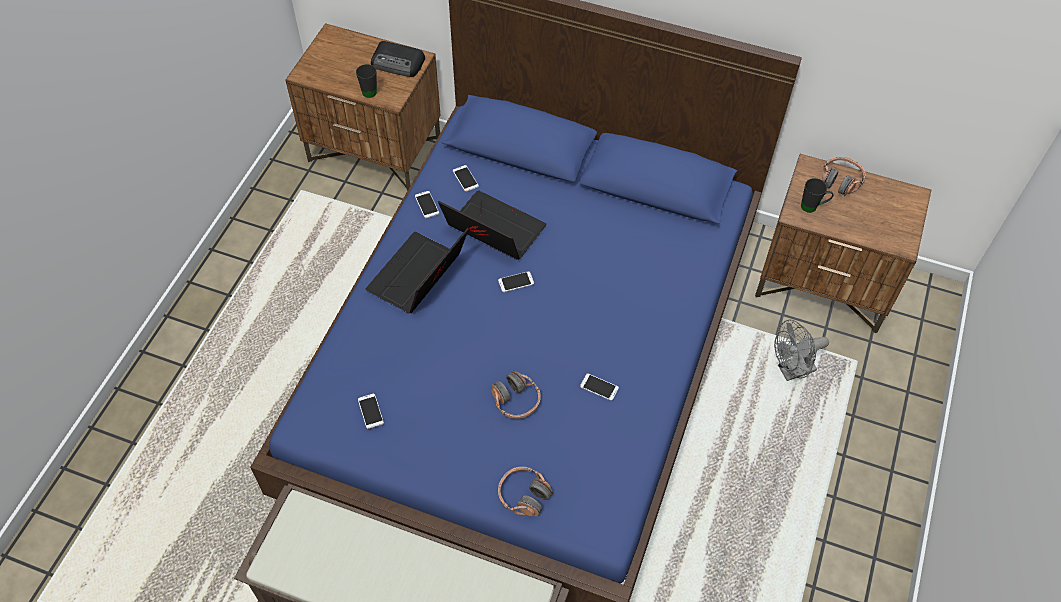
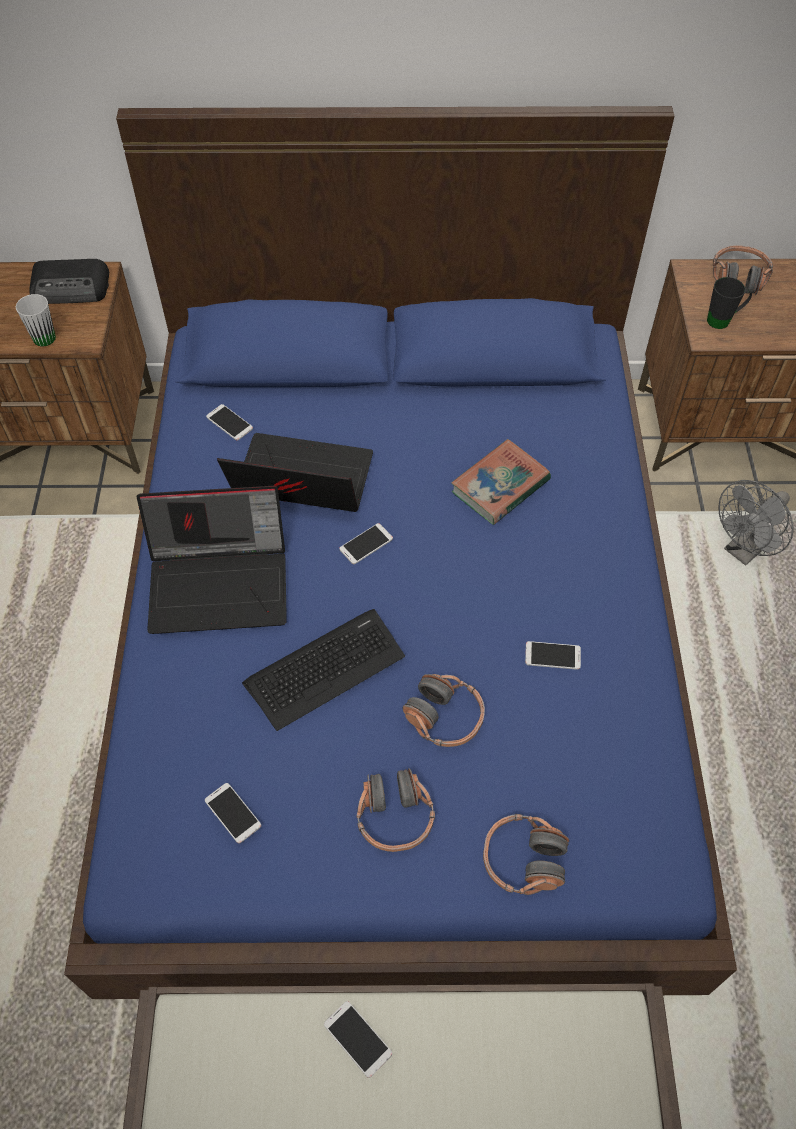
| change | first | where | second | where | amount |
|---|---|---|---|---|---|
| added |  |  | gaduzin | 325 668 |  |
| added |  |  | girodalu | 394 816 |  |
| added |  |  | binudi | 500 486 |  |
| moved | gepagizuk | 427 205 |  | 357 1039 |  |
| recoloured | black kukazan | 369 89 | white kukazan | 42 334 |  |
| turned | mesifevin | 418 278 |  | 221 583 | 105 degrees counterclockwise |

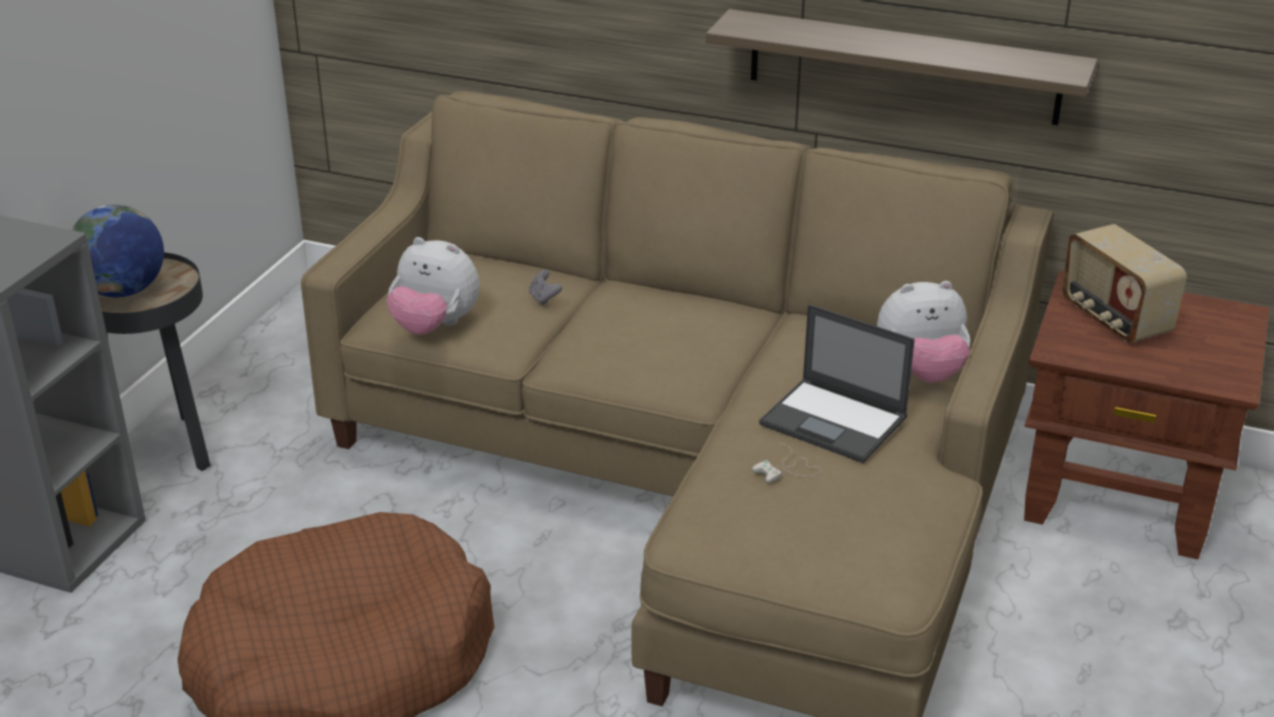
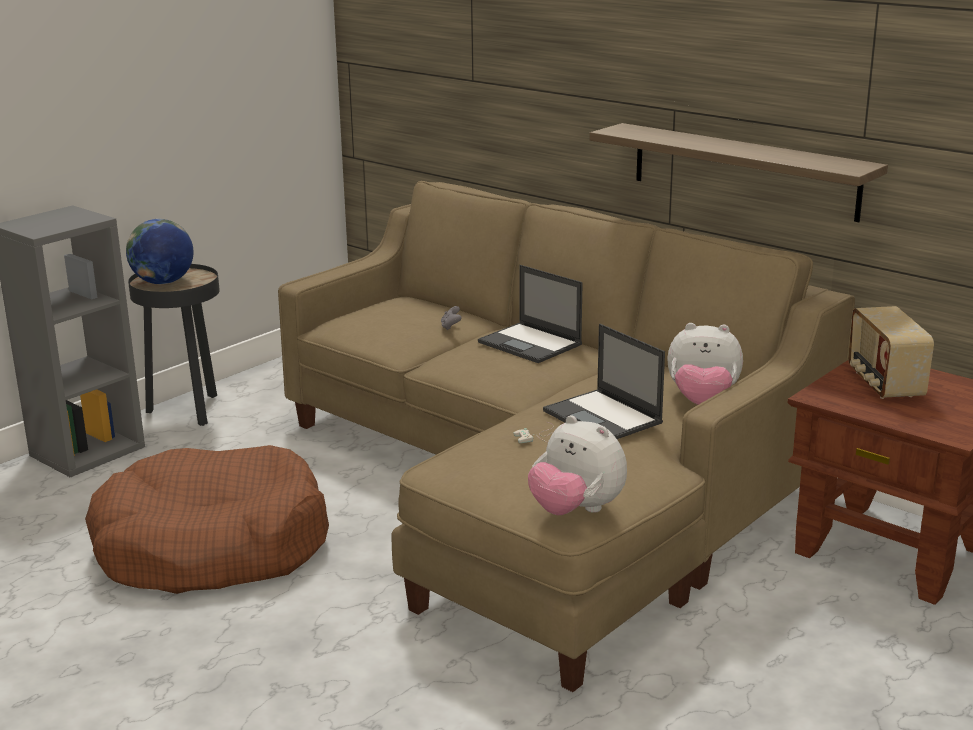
| change | first | where | second | where | amount |
|---|---|---|---|---|---|
| added |  |  | mesifevin | 531 344 |  |
| moved | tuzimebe | 435 326 |  | 576 510 |  |

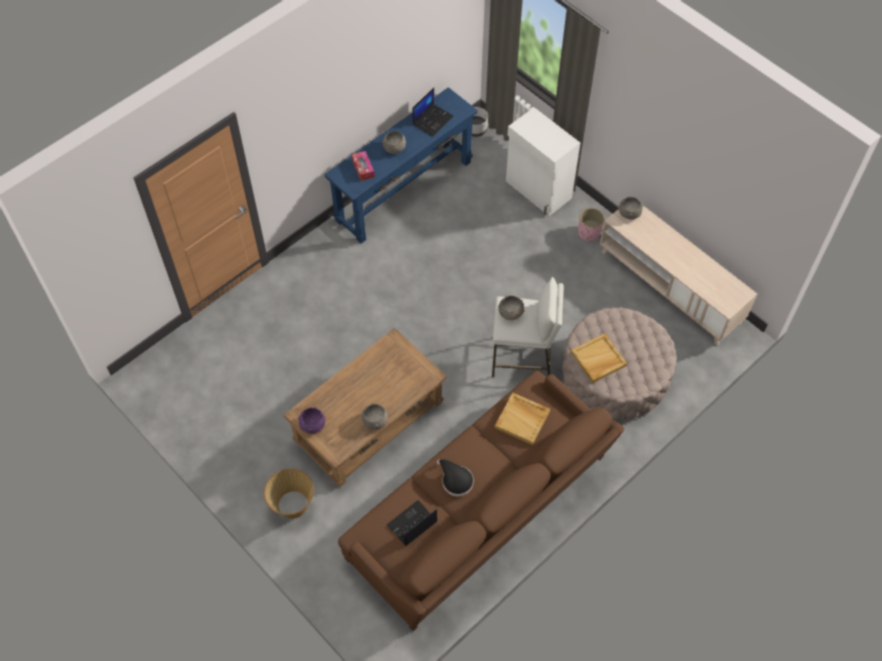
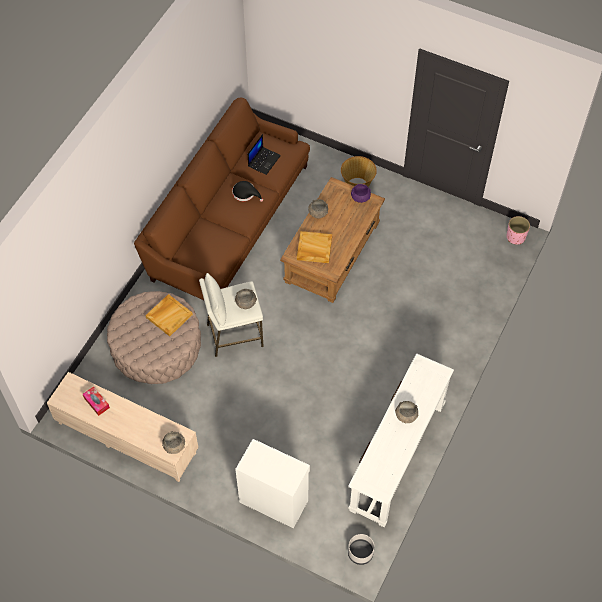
| change | first | where | second | where | amount |
|---|---|---|---|---|---|
| removed | mesifevin | 432 120 |  |  |  |
| moved | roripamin | 363 168 |  | 96 403 |  |
| moved | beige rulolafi | 522 419 |  | 314 248 |  |
| moved | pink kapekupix | 589 232 |  | 516 237 |  |
| recoloured | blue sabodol | 404 191 | white sabodol | 397 457 |  |

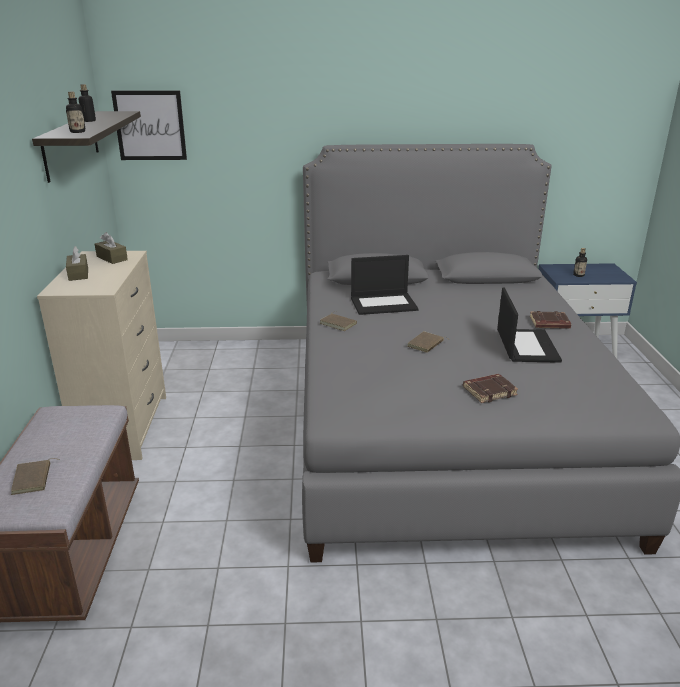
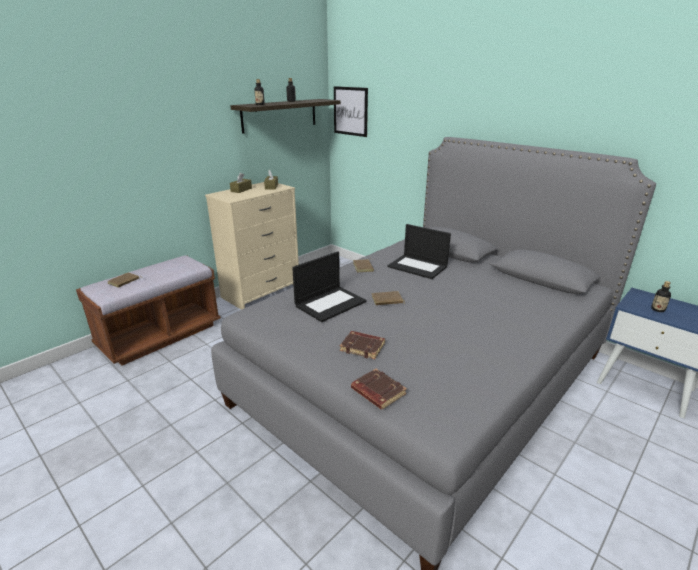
| change | first | where | second | where | amount |
|---|---|---|---|---|---|
| moved | mesifevin | 526 345 |  | 330 303 |  |
| moved | brown binudi | 549 323 |  | 377 392 |  |

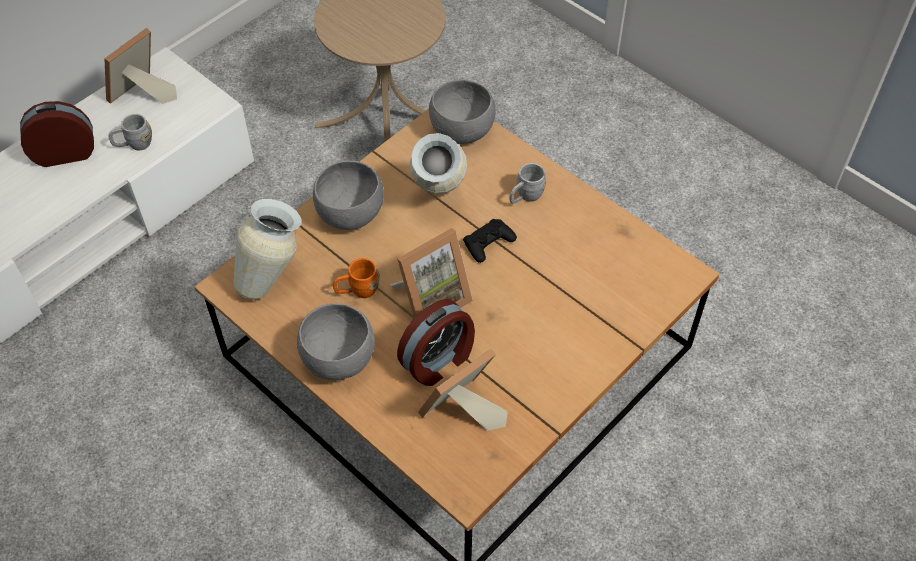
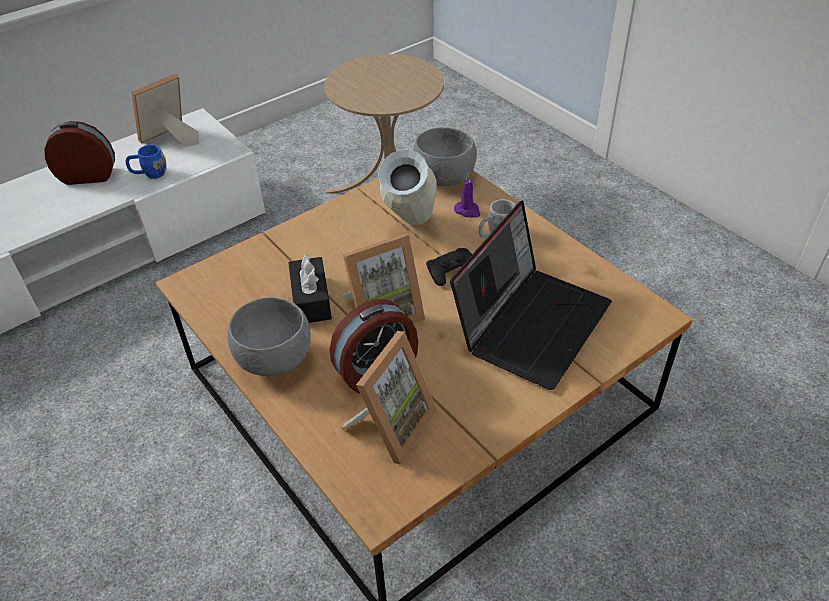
| change | first | where | second | where | amount |
|---|---|---|---|---|---|
| removed | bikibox | 274 279 |  |  |  |
| removed | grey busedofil | 350 214 |  |  |  |
| added |  |  | mesifevin | 531 322 |  |
| added |  |  | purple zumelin | 468 211 |  |
| replaced | orange kukazan | 357 290 | black roripamin | 311 300 |  |
| recoloured | grey kukazan | 134 144 | blue kukazan | 149 174 |  |
| turned | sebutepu | 462 413 |  | 391 426 | 150 degrees clockwise |

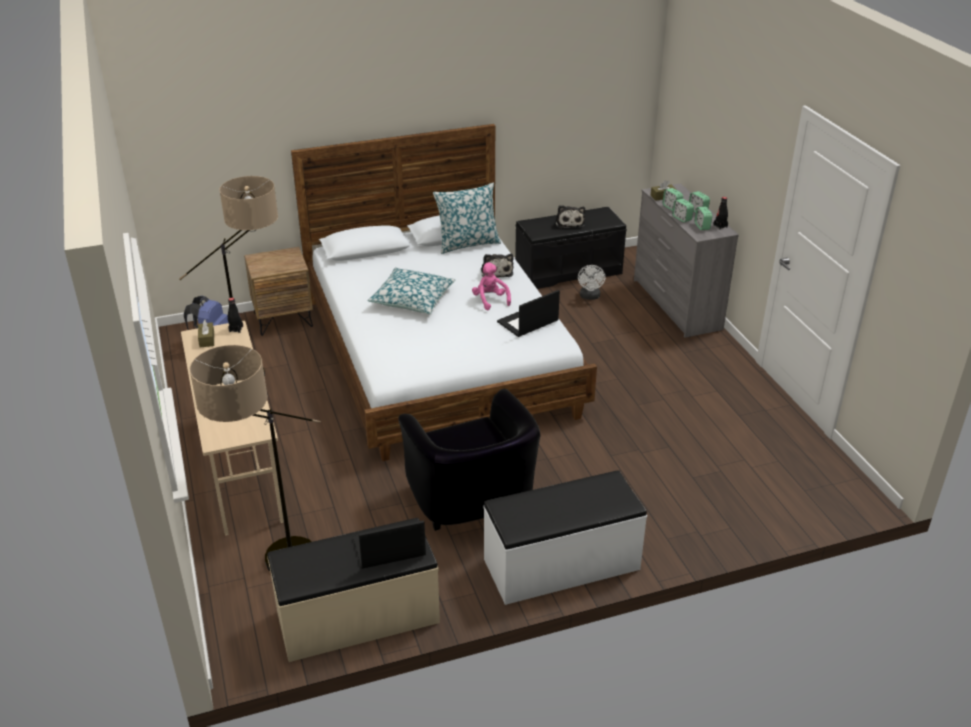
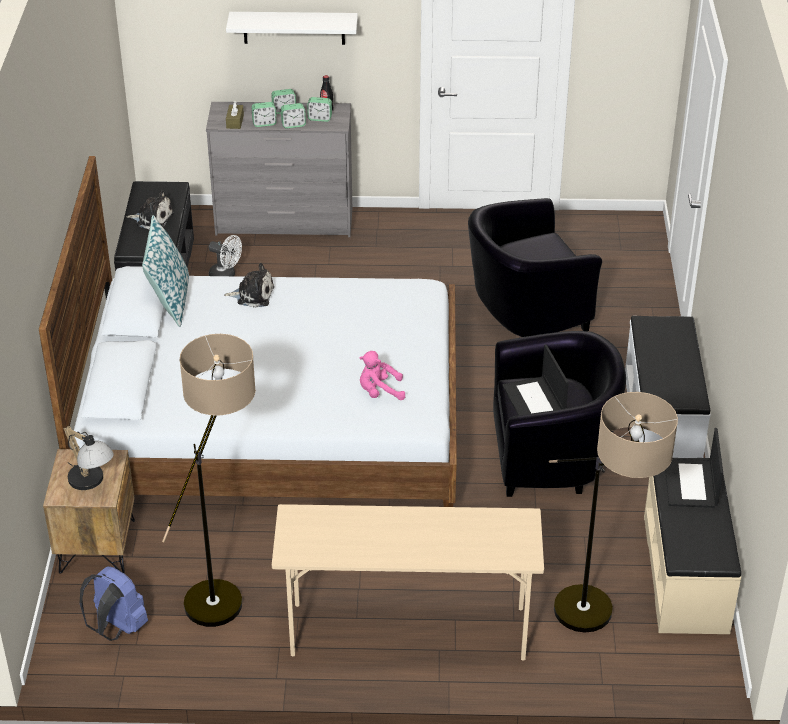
| change | first | where | second | where | amount |
|---|---|---|---|---|---|
| removed | brown roripamin | 207 339 |  |  |  |
| removed | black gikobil | 236 329 |  |  |  |
| removed | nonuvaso | 412 299 |  |  |  |
| added |  |  | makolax | 92 483 |  |
| added |  |  | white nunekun | 294 27 |  |
| added |  |  | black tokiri | 524 314 |  |
| moved | pink tuzimebe | 490 300 |  | 379 392 |  |
| moved | mesifevin | 527 322 |  | 534 401 |  |

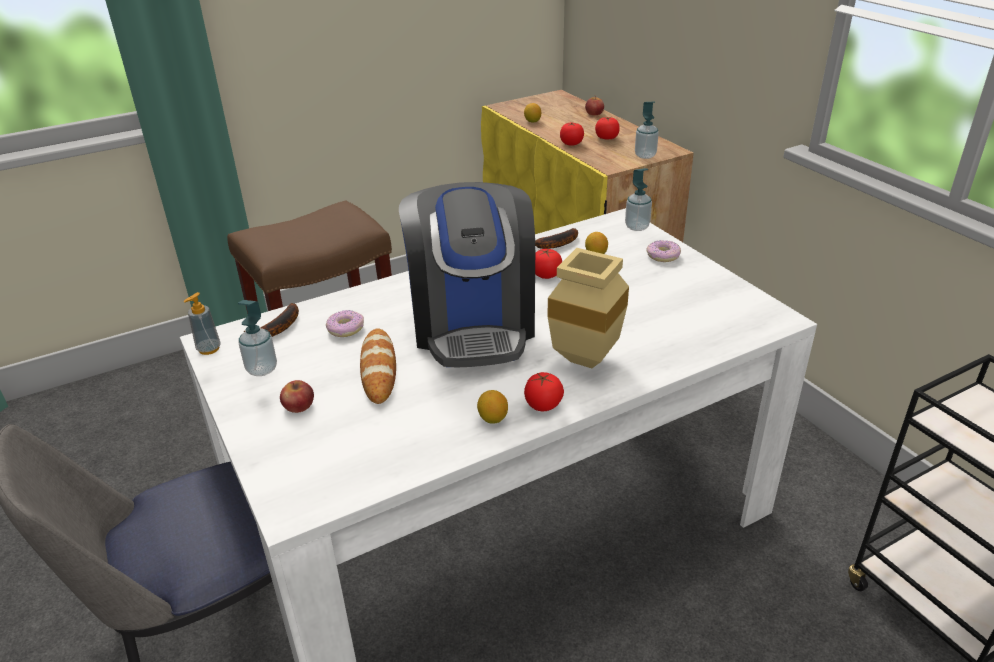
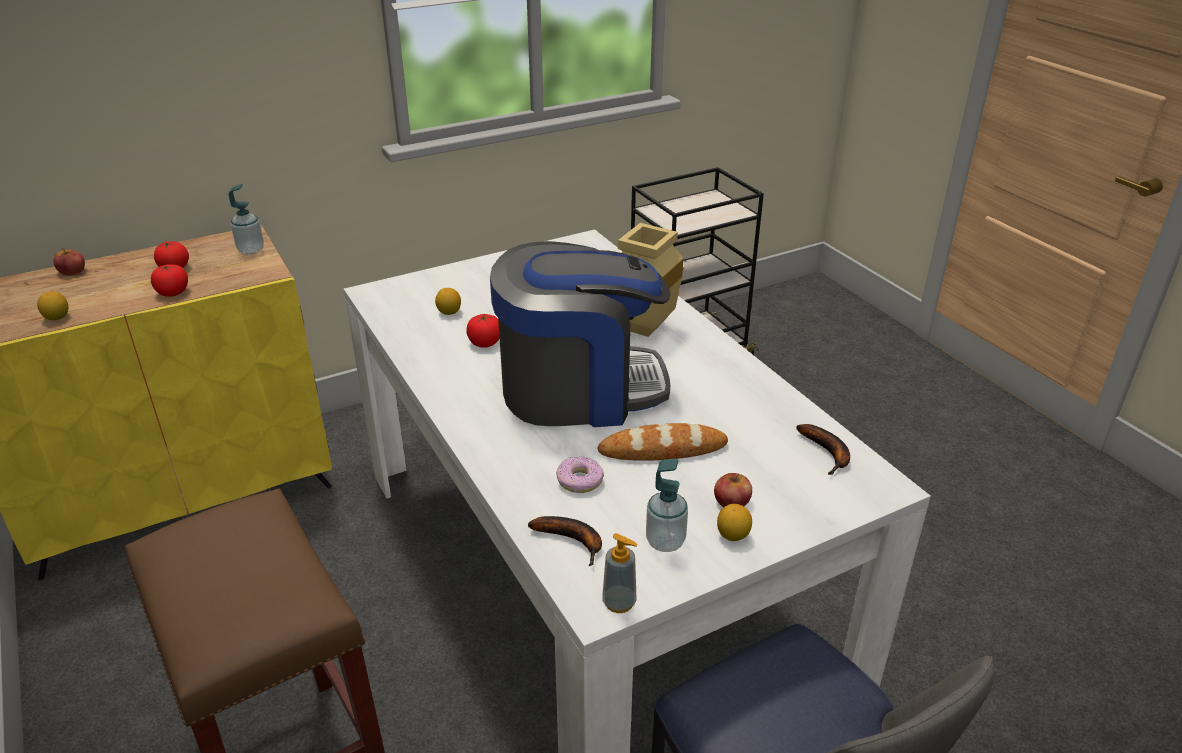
| change | first | where | second | where | amount |
|---|---|---|---|---|---|
| removed | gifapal | 543 405 |  |  |  |
| removed | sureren | 637 227 |  |  |  |
| removed | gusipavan | 663 256 |  |  |  |
| moved | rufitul | 492 419 |  | 733 535 |  |
| moved | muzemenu | 554 244 |  | 828 453 |  |

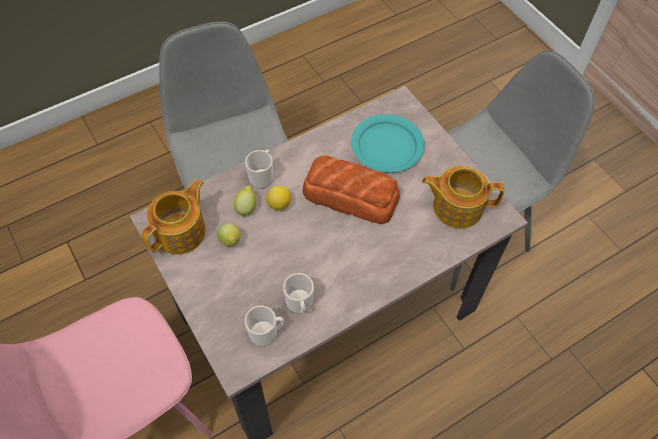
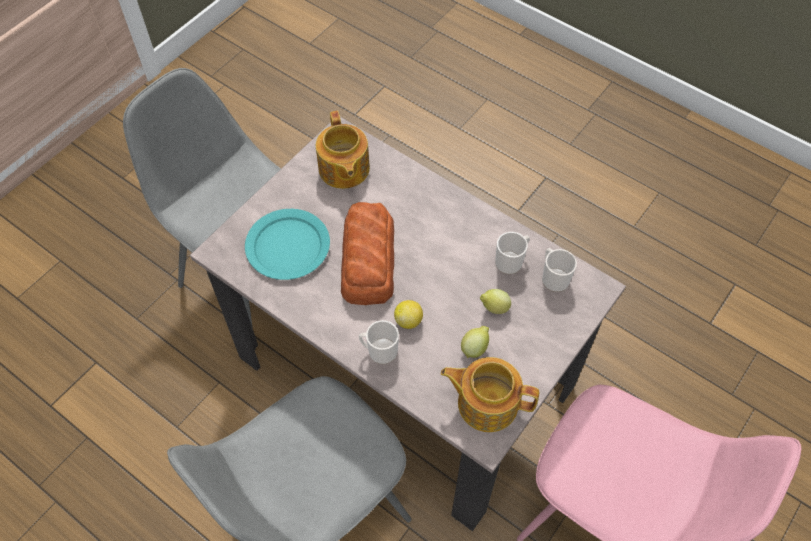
| change | first | where | second | where | amount |
|---|---|---|---|---|---|
| moved | rufitul | 246 207 |  | 494 308 |  |

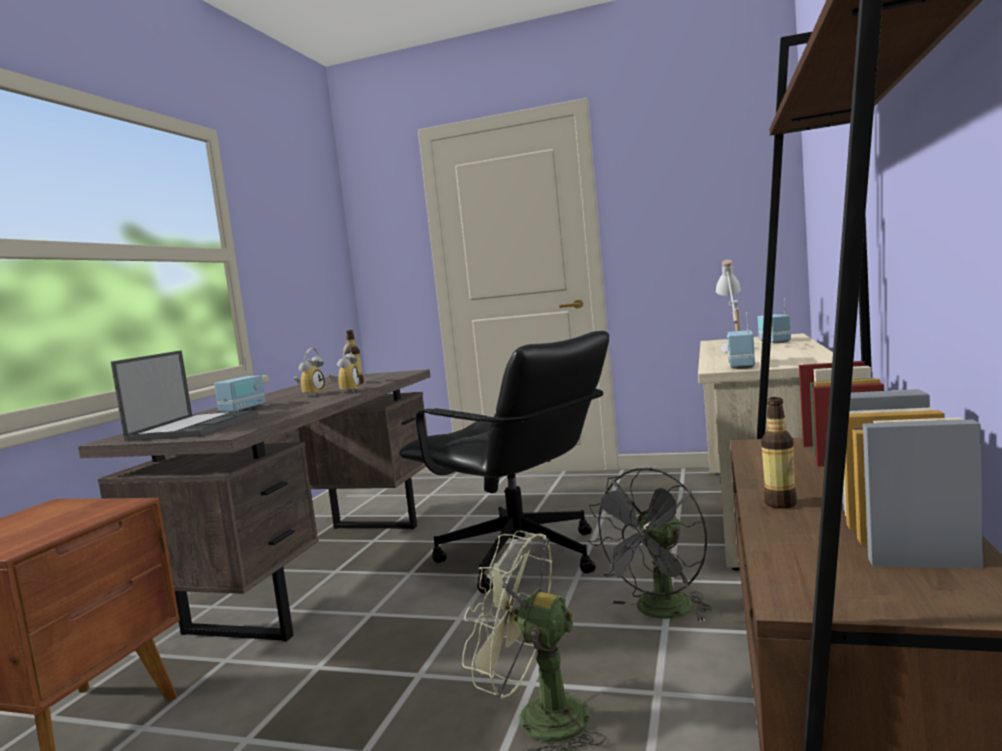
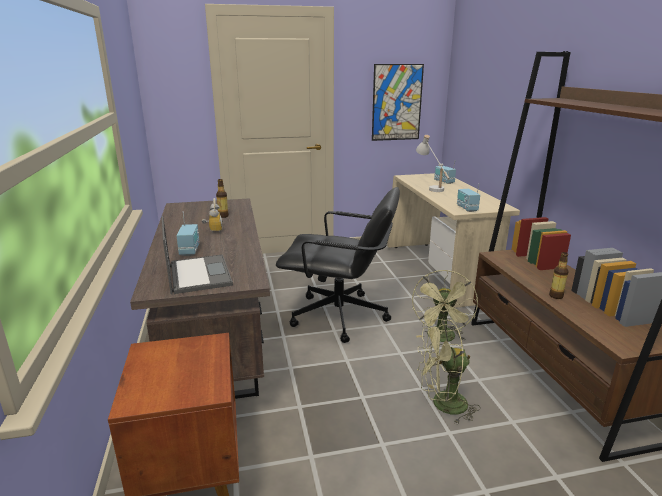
| change | first | where | second | where | amount |
|---|---|---|---|---|---|
| removed | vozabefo | 346 392 |  |  |  |
| added |  |  | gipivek | 397 102 |  |
| recoloured | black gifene | 659 613 | green gifene | 442 338 |  |

